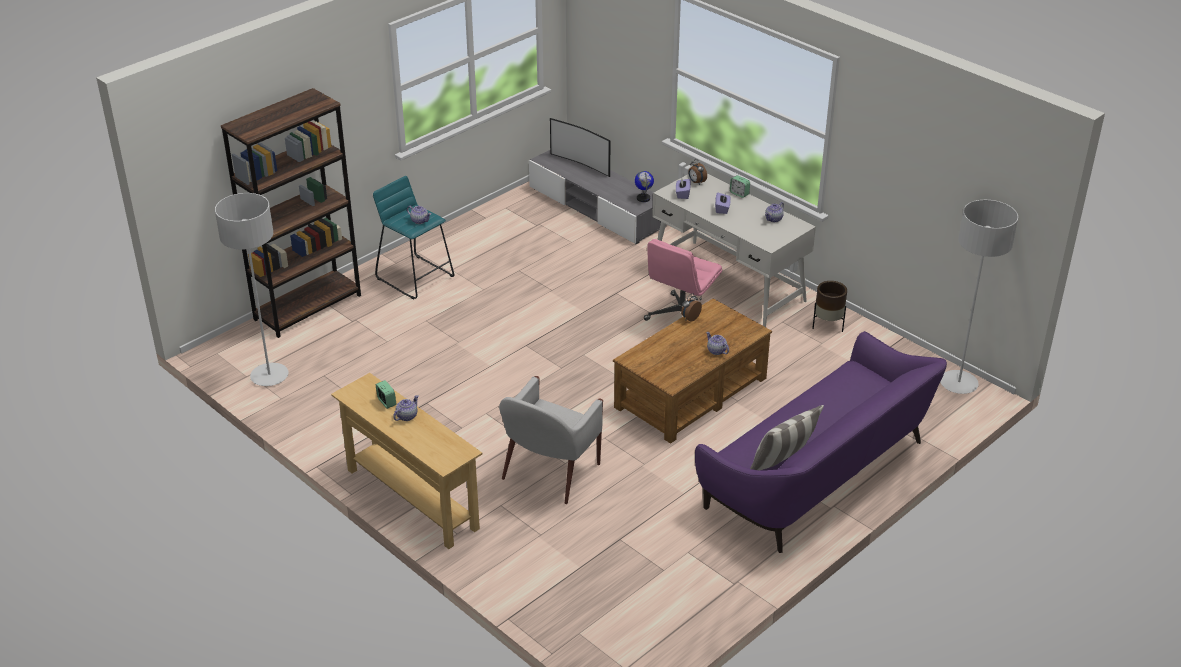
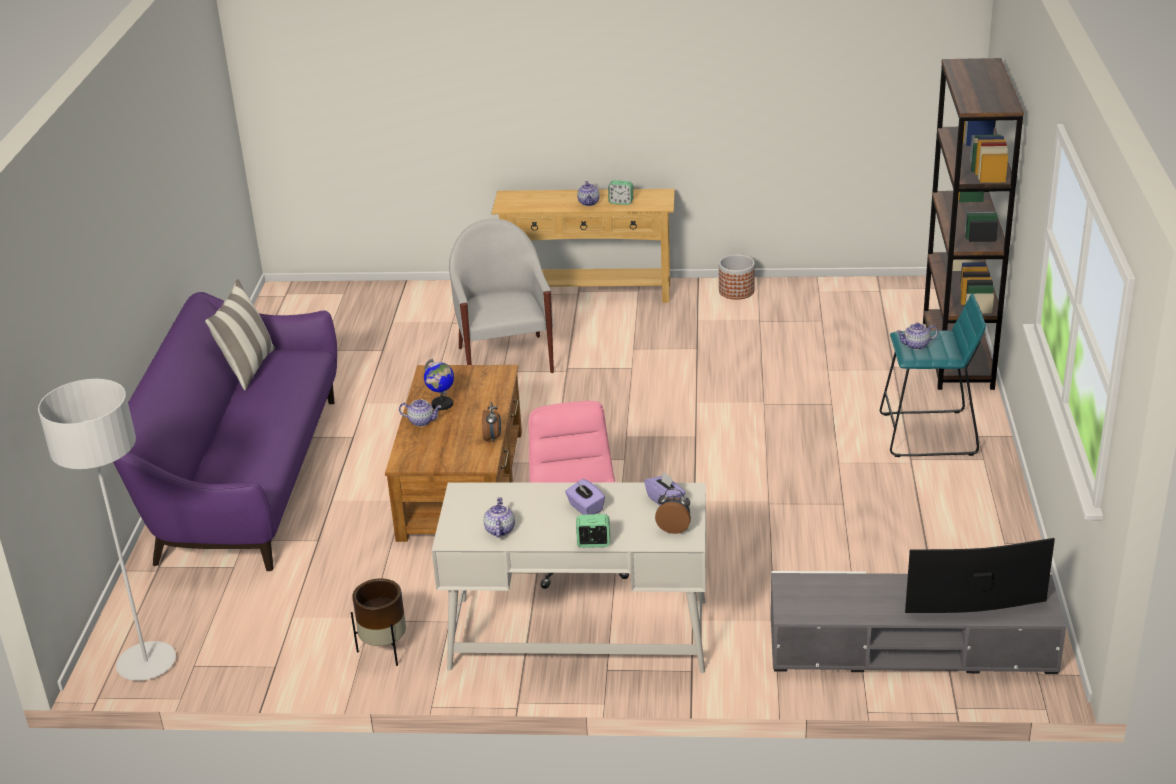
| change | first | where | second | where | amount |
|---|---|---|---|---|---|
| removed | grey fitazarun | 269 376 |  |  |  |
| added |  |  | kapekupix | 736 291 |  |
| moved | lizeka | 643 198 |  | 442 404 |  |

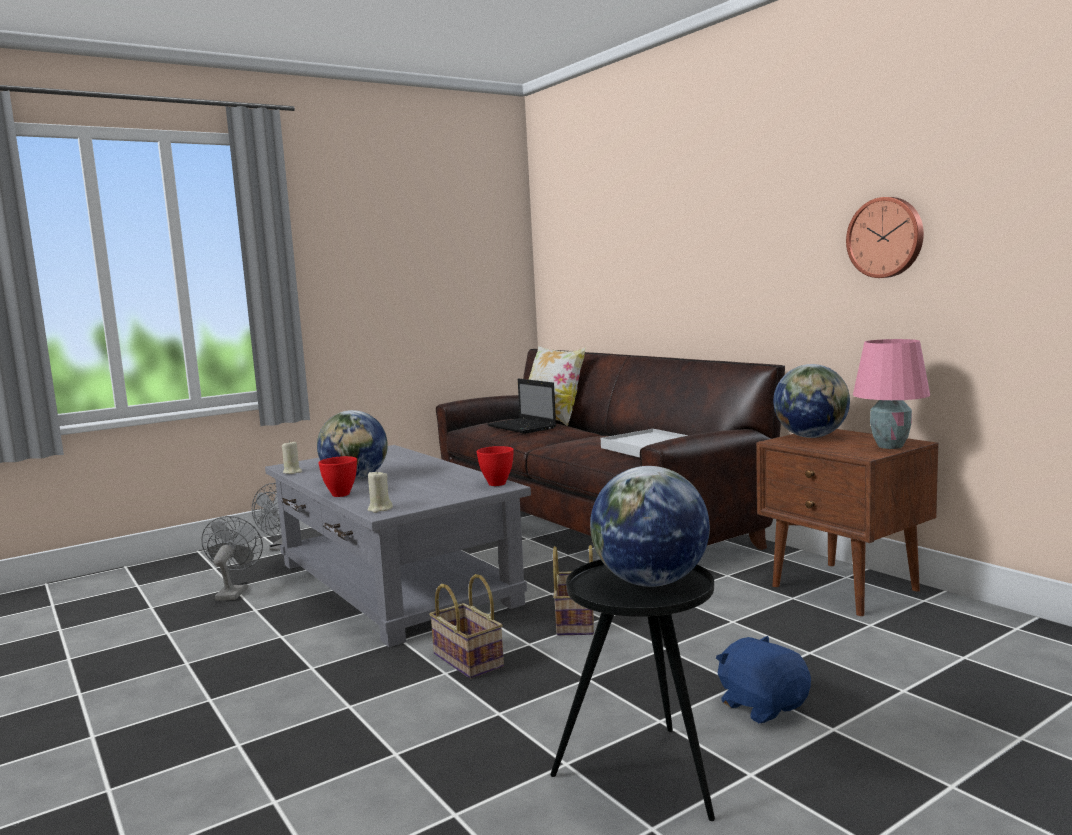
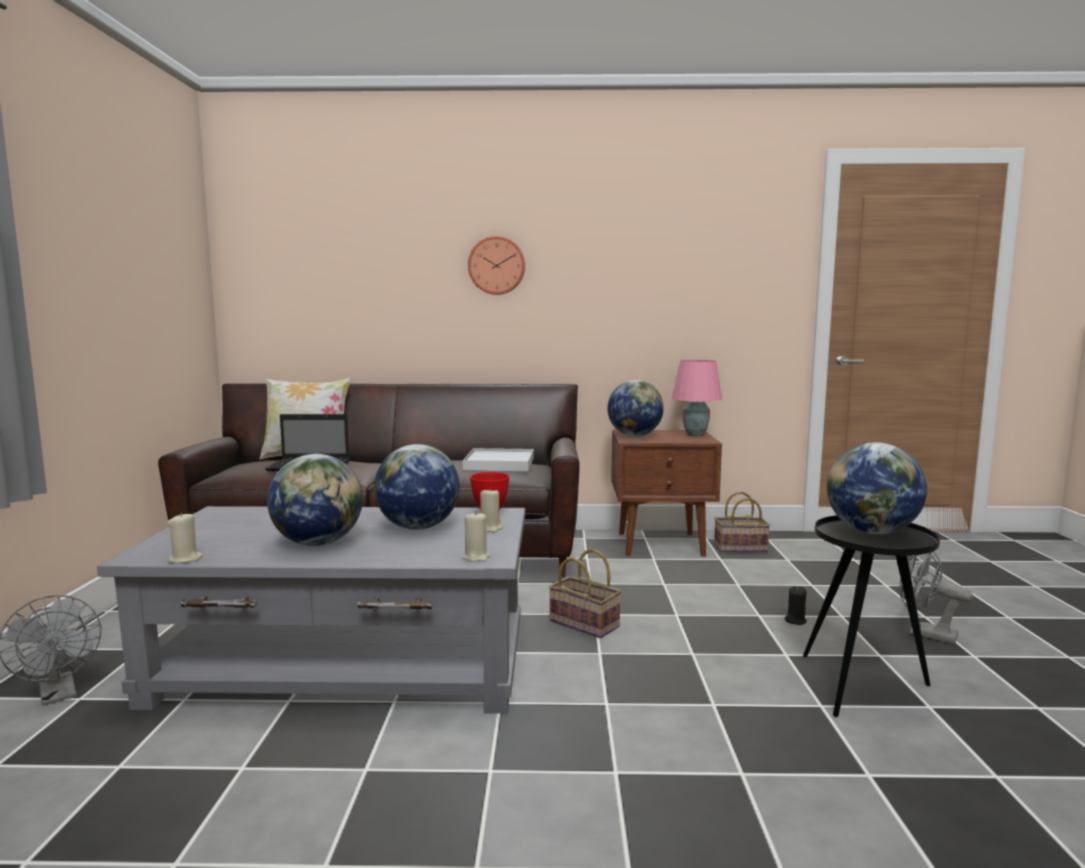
| change | first | where | second | where | amount |
|---|---|---|---|---|---|
| removed | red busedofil | 340 494 |  |  |  |
| added |  |  | lizeka | 418 527 |  |
| added |  |  | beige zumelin | 490 528 |  |
| moved | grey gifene | 234 592 |  | 925 633 |  |
| moved | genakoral | 465 660 |  | 739 548 |  |
| moved | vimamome | 886 237 |  | 496 266 |  |
| replaced | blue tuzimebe | 762 705 | black zumelin | 795 620 |  |

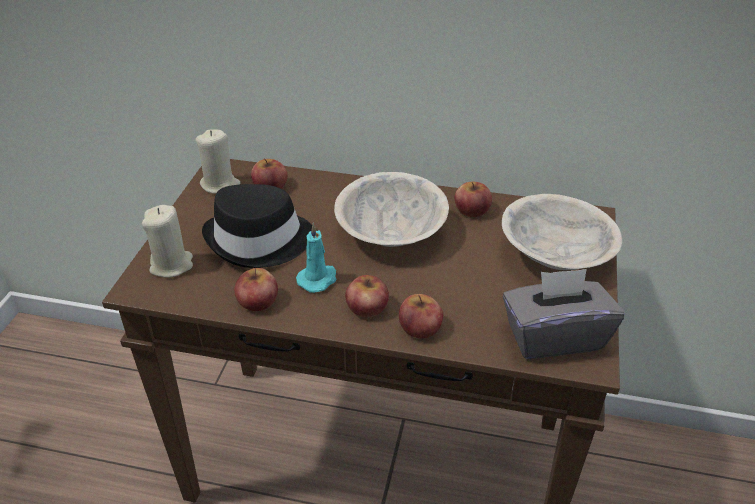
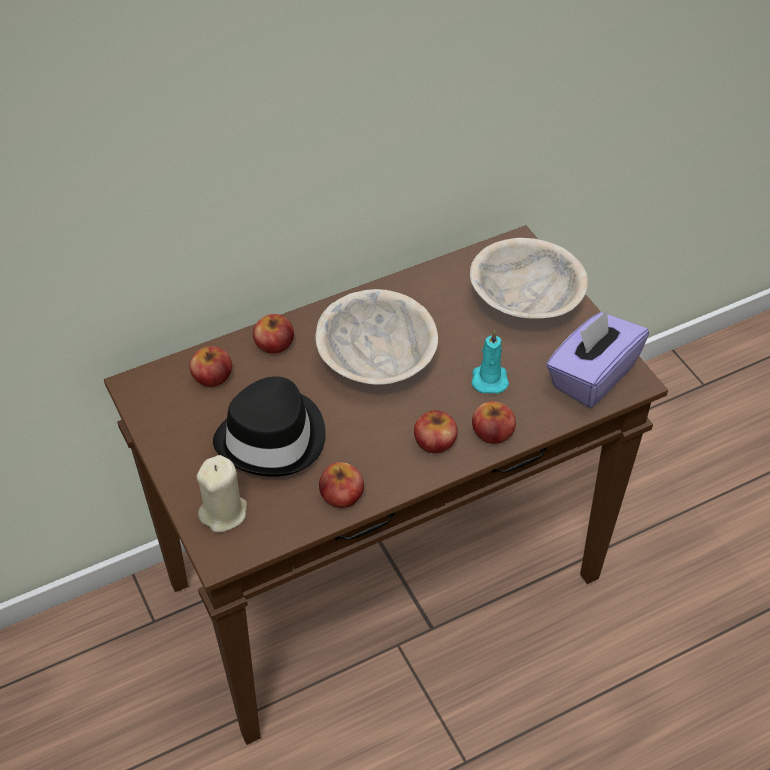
| change | first | where | second | where | amount |
|---|---|---|---|---|---|
| removed | beige zumelin | 220 184 |  |  |  |
| moved | turquoise zumelin | 318 279 |  | 489 378 |  |
| moved | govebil | 472 210 |  | 274 343 |  |
| recoloured | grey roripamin | 554 336 | purple roripamin | 591 376 |  |

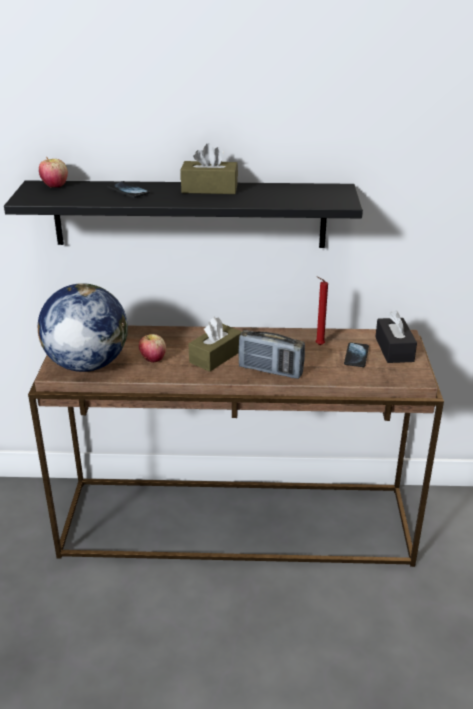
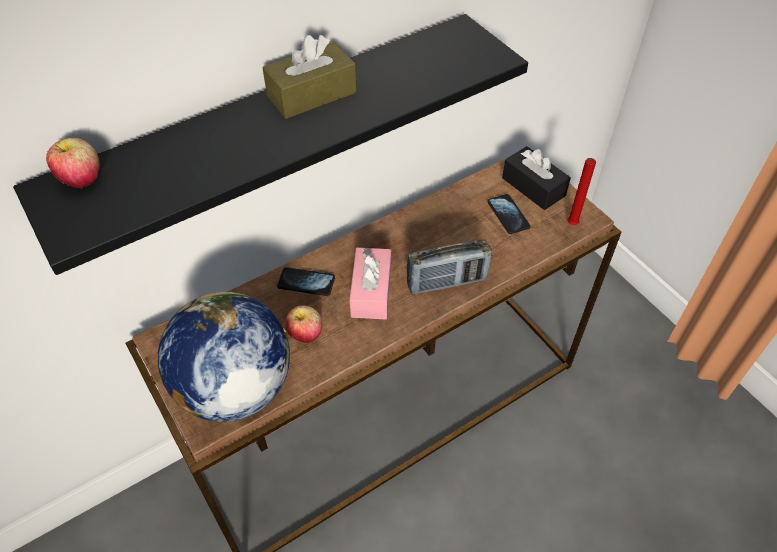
| change | first | where | second | where | amount |
|---|---|---|---|---|---|
| moved | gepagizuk | 128 191 |  | 306 282 |  |
| moved | red zumelin | 318 345 |  | 571 225 |  |
| recoloured | brown roripamin | 216 356 | pink roripamin | 371 291 |  |

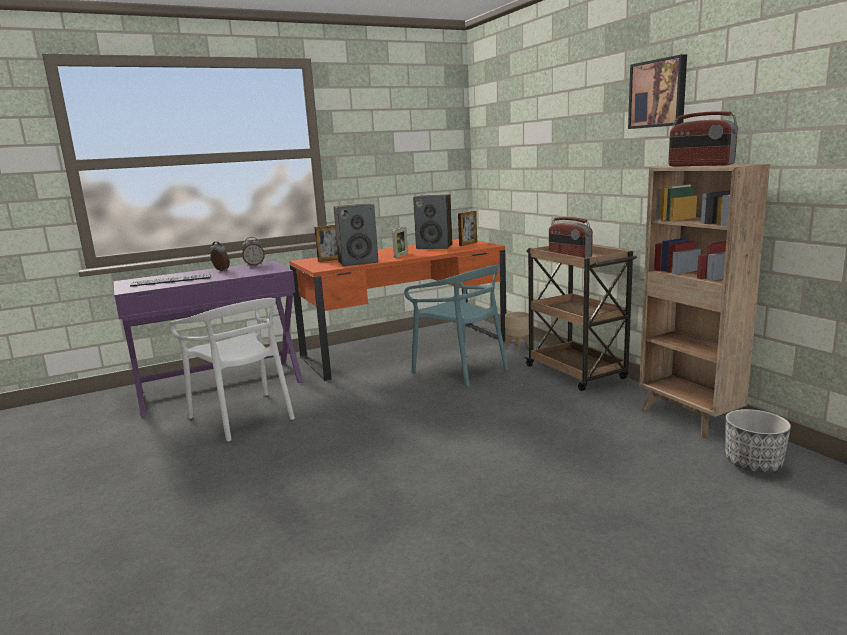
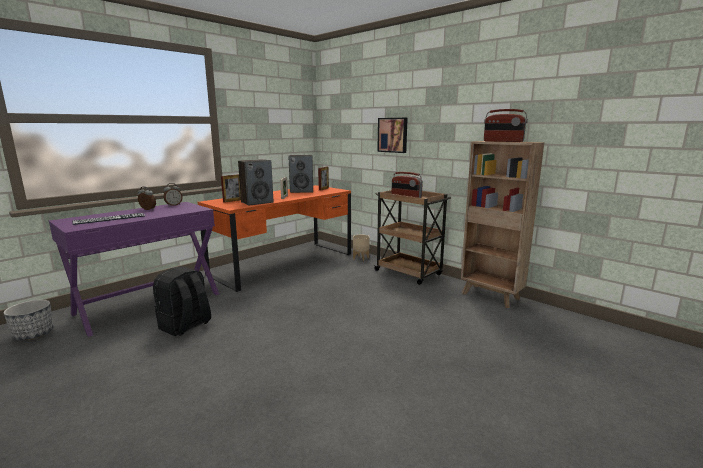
| change | first | where | second | where | amount |
|---|---|---|---|---|---|
| removed | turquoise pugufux | 460 370 |  |  |  |
| moved | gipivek | 658 93 |  | 393 135 |  |
| moved | kapekupix | 752 463 |  | 33 334 |  |
| replaced | white pugufux | 244 416 | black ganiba | 185 326 |  |

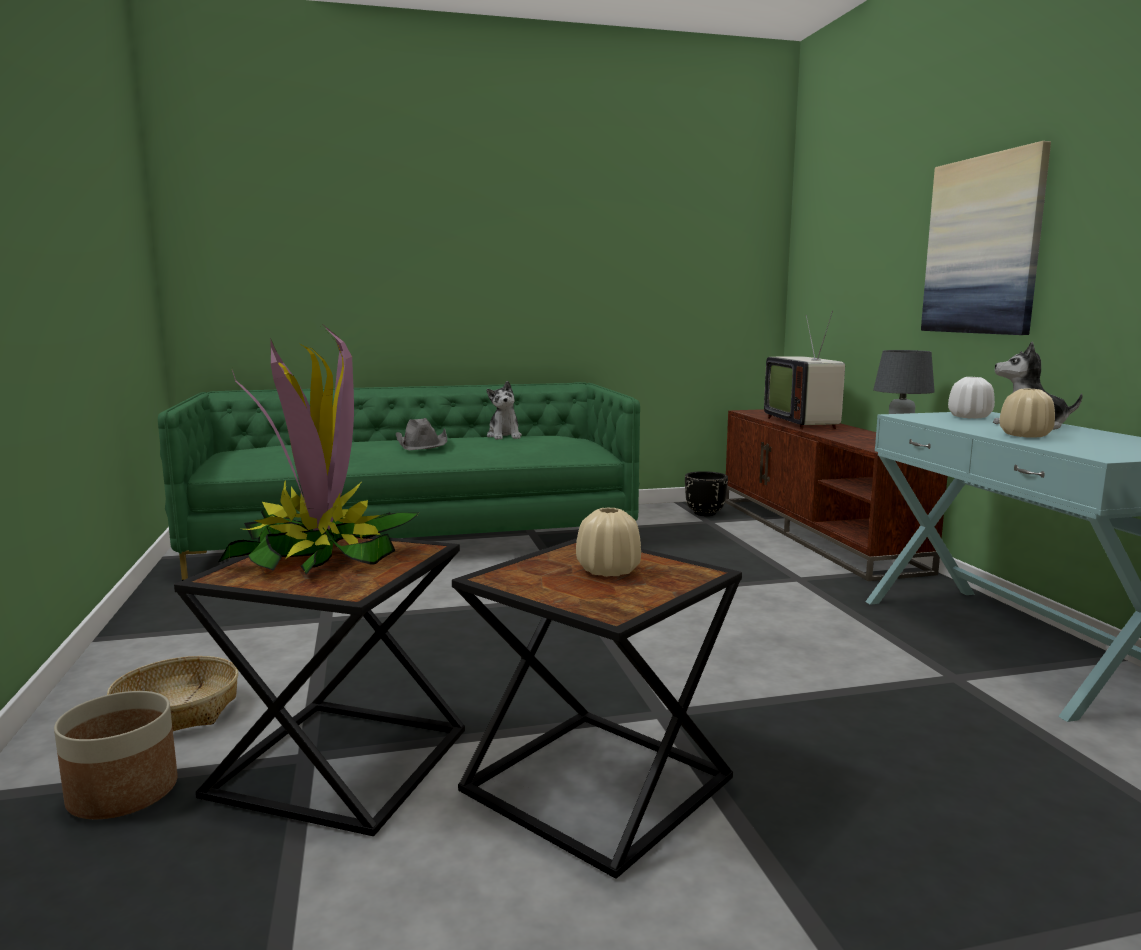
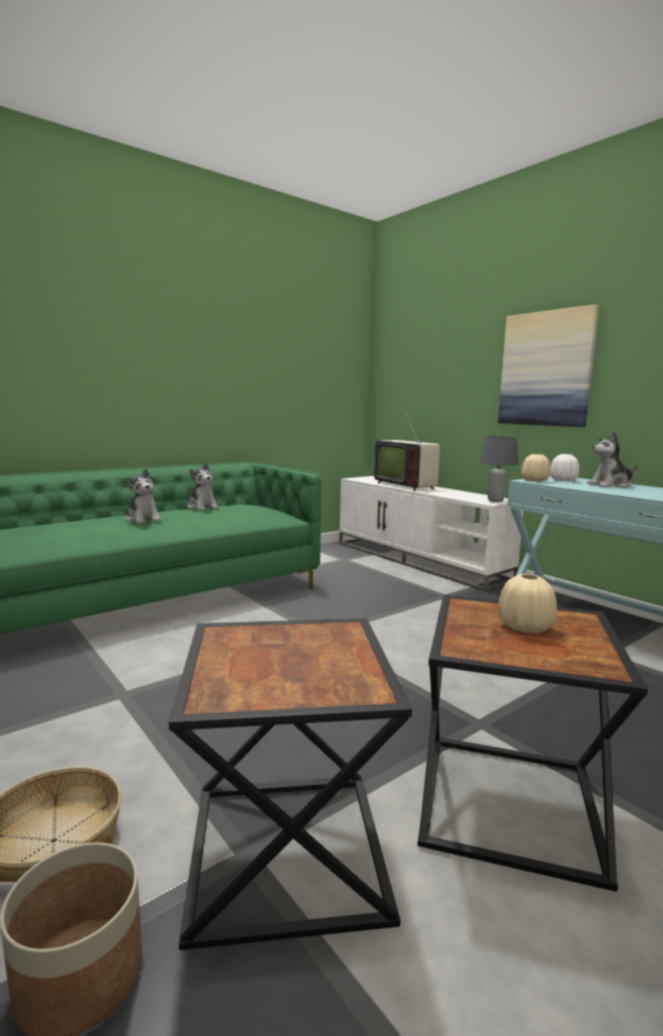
| change | first | where | second | where | amount |
|---|---|---|---|---|---|
| removed | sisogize | 319 555 |  |  |  |
| removed | black kapekupix | 705 513 |  |  |  |
| moved | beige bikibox | 1025 436 |  | 534 480 |  |
| replaced | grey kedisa | 422 444 | tuzimebe | 143 519 |  |
| recoloured | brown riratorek | 816 533 | white riratorek | 419 560 |  |

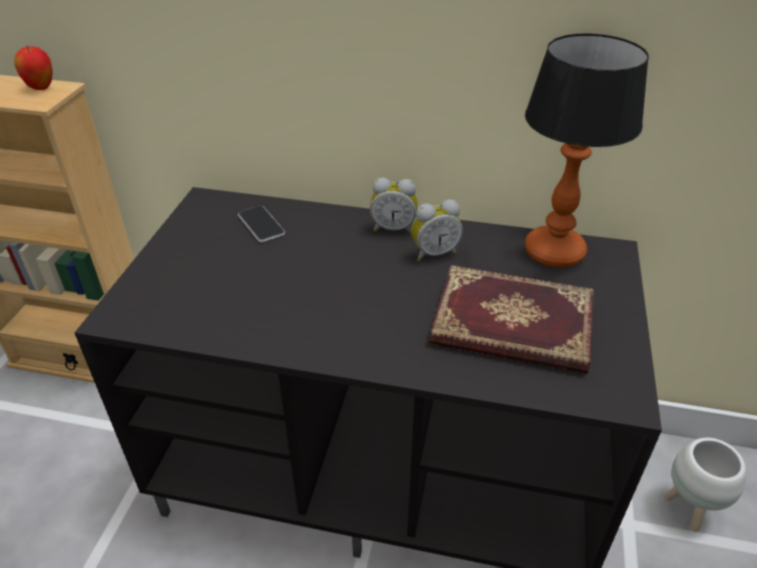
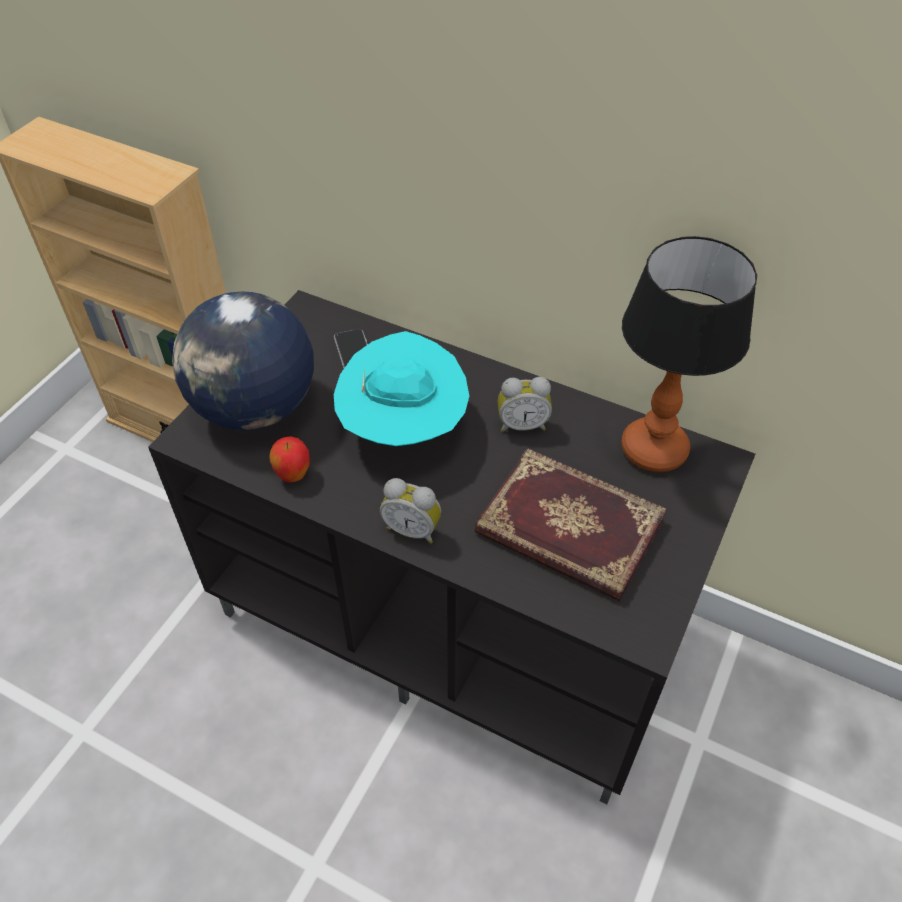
| change | first | where | second | where | amount |
|---|---|---|---|---|---|
| removed | white kapekupix | 689 510 |  |  |  |
| added |  |  | lizeka | 255 409 |  |
| added |  |  | turquoise kedisa | 404 429 |  |
| moved | govebil | 41 88 |  | 293 475 |  |
| moved | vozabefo | 393 228 |  | 413 529 |  |

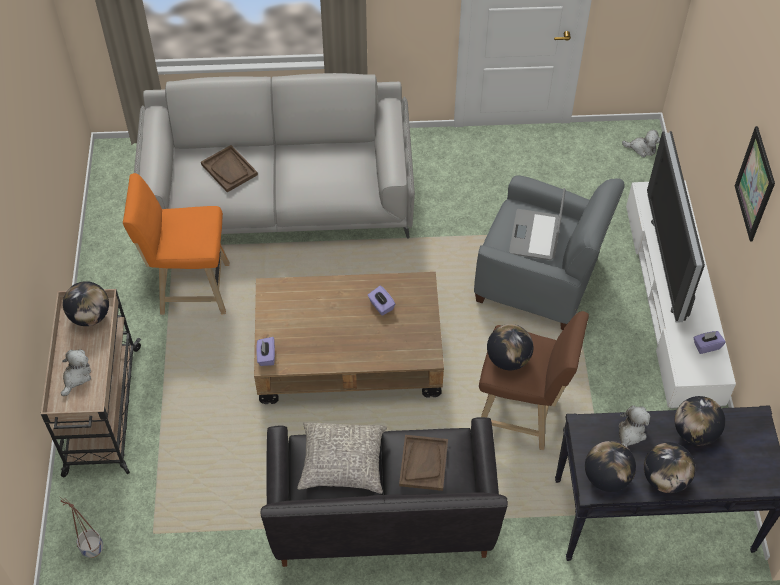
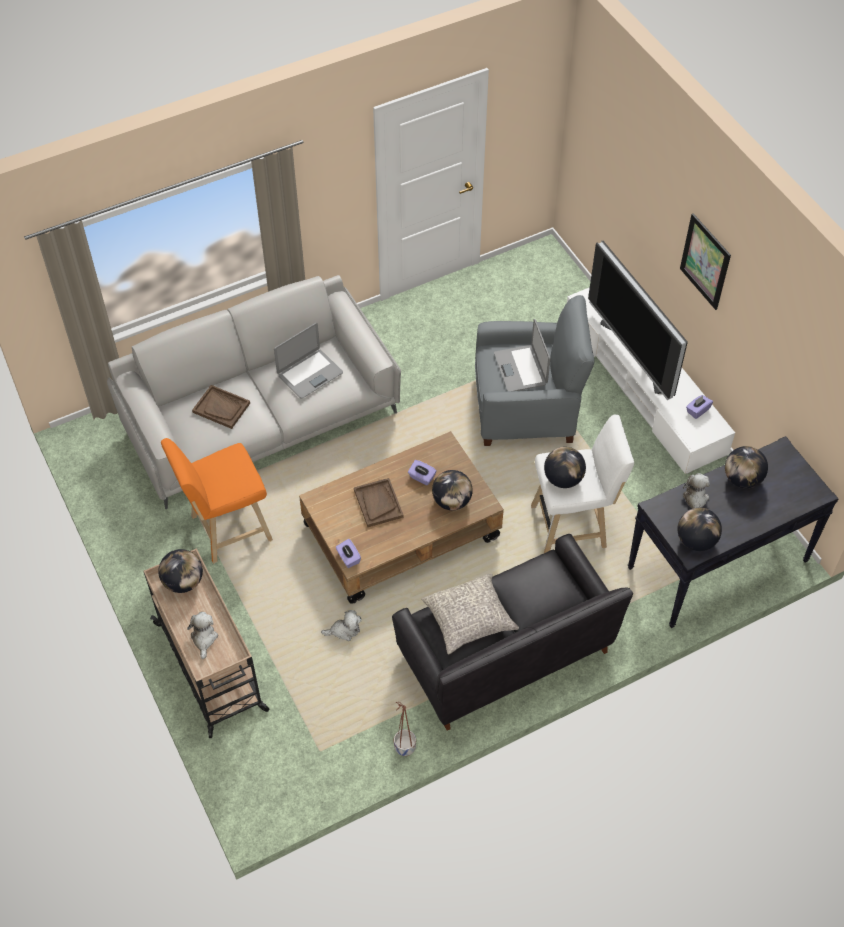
| change | first | where | second | where | amount |
|---|---|---|---|---|---|
| added |  |  | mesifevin | 309 374 |  |
| moved | kapekupix | 92 549 |  | 405 748 |  |
| moved | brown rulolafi | 423 463 |  | 378 503 |  |
| moved | tuzimebe | 642 148 |  | 344 630 |  |
| moved | lizeka | 664 479 |  | 452 501 |  |
| recoloured | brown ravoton | 521 415 | white ravoton | 573 526 |  |

